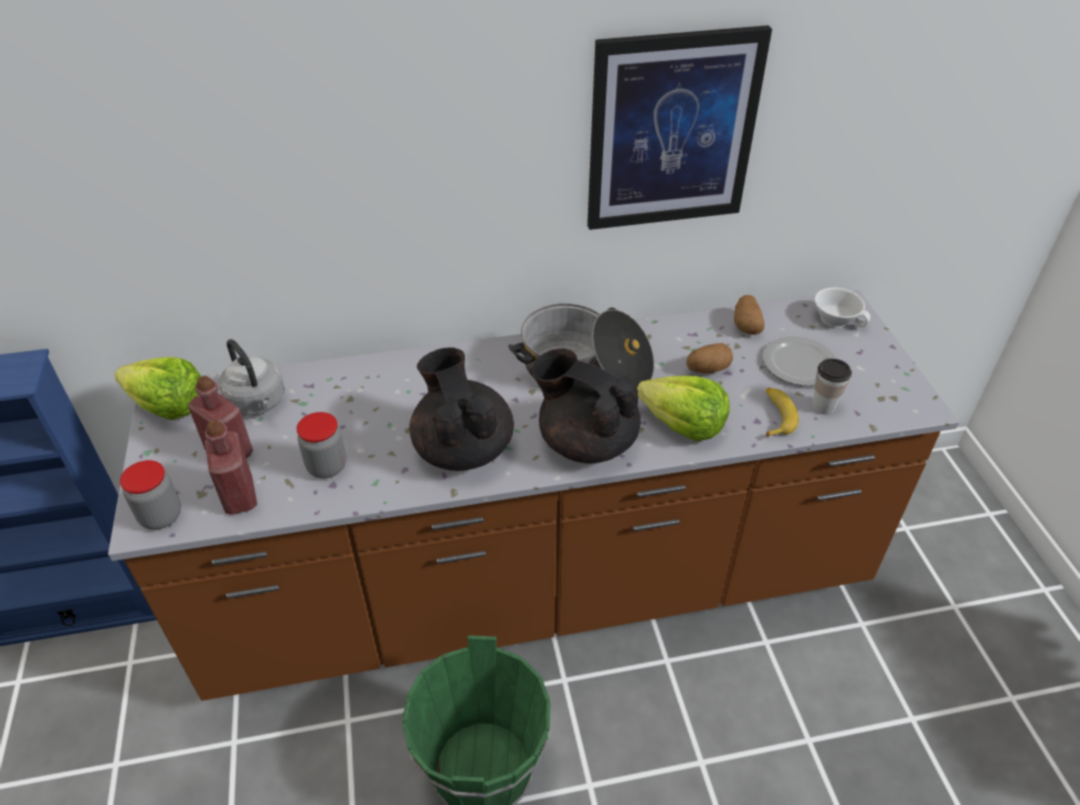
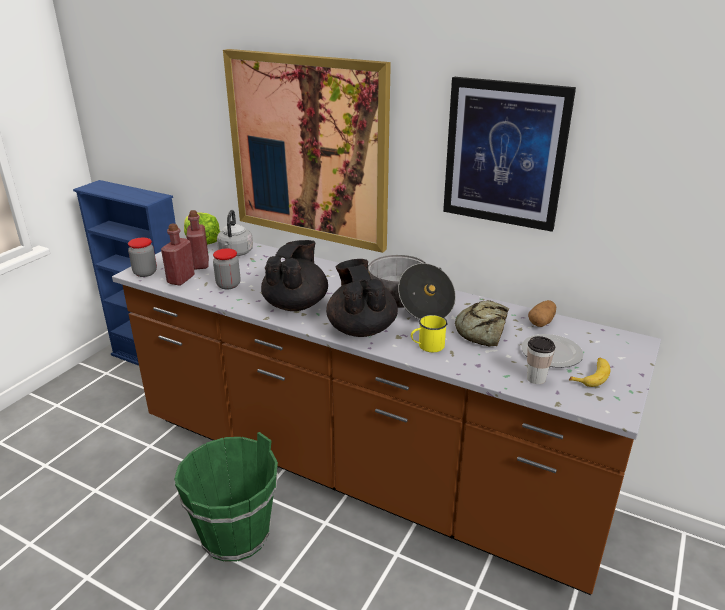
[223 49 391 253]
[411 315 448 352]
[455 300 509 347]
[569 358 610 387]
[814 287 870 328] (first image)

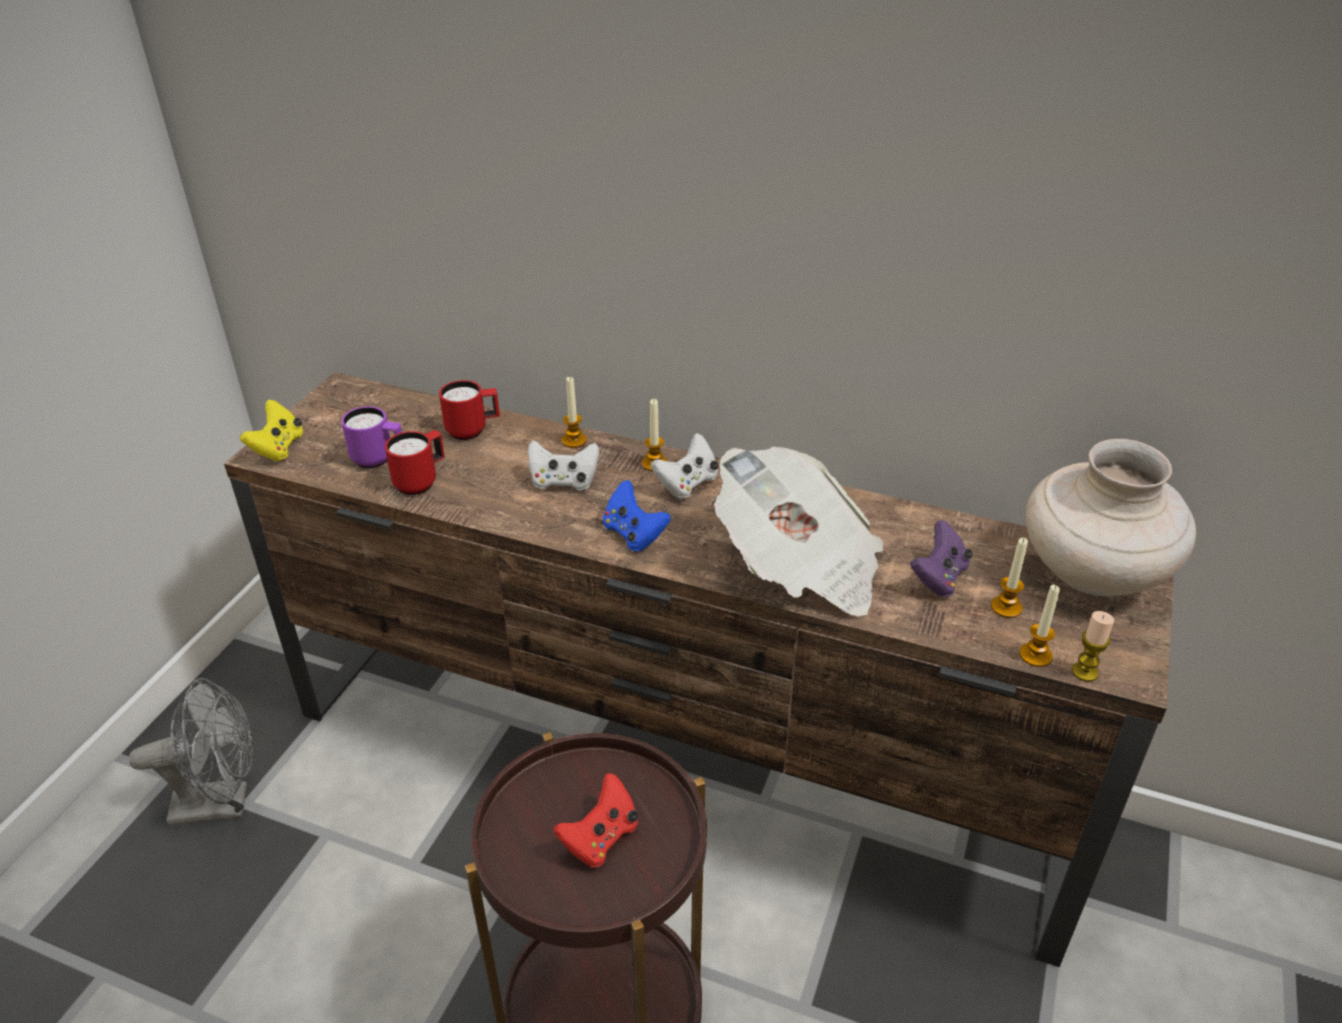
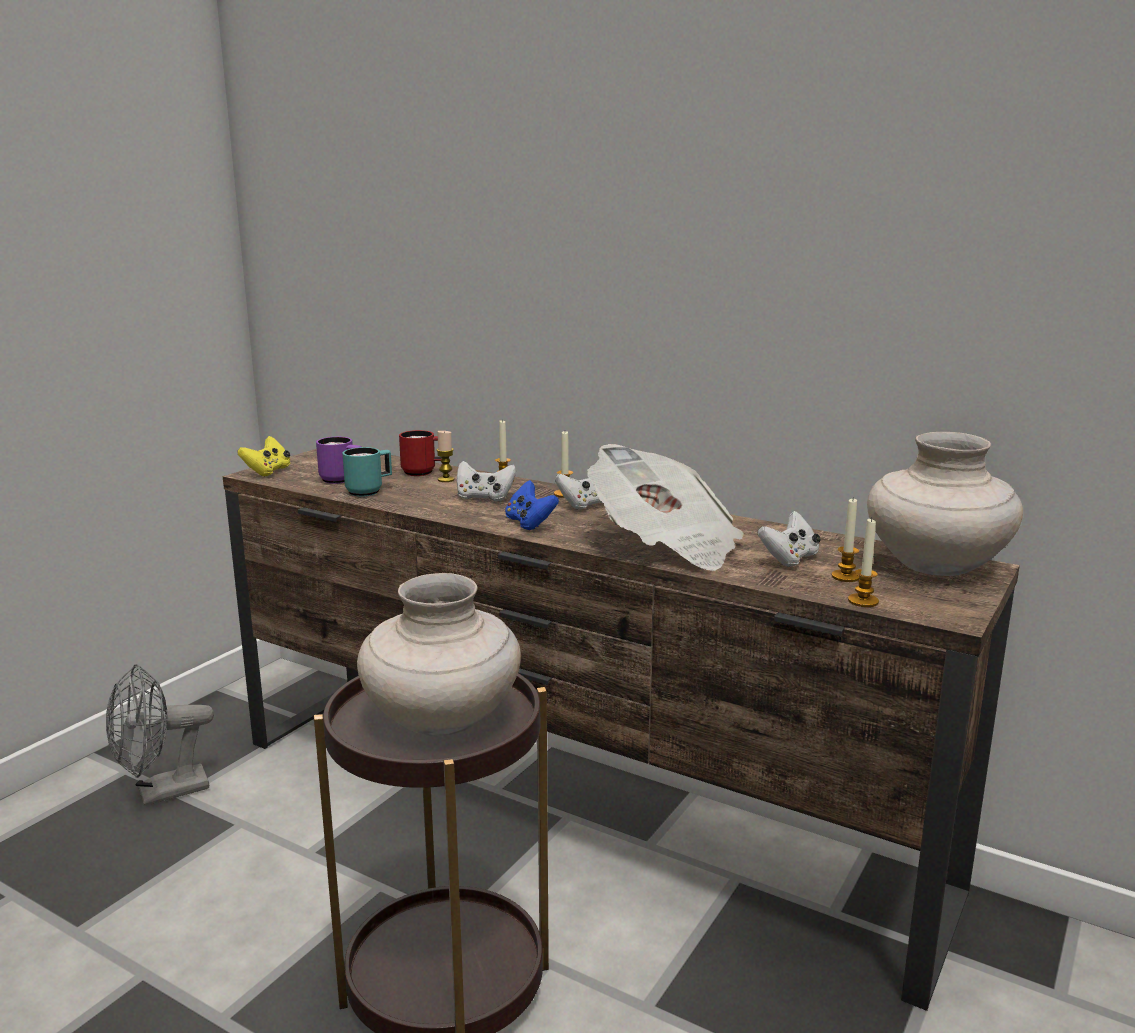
[106 664 214 806]
[343 447 392 497]
[357 573 521 736]
[436 430 455 482]
[757 511 821 567]

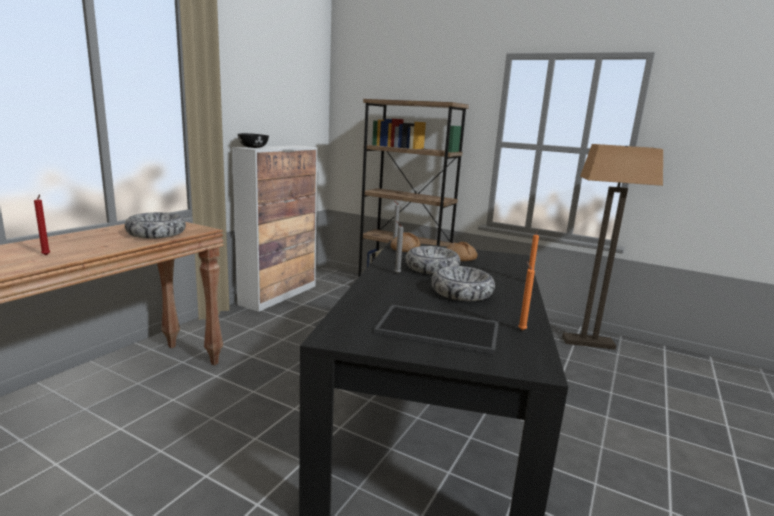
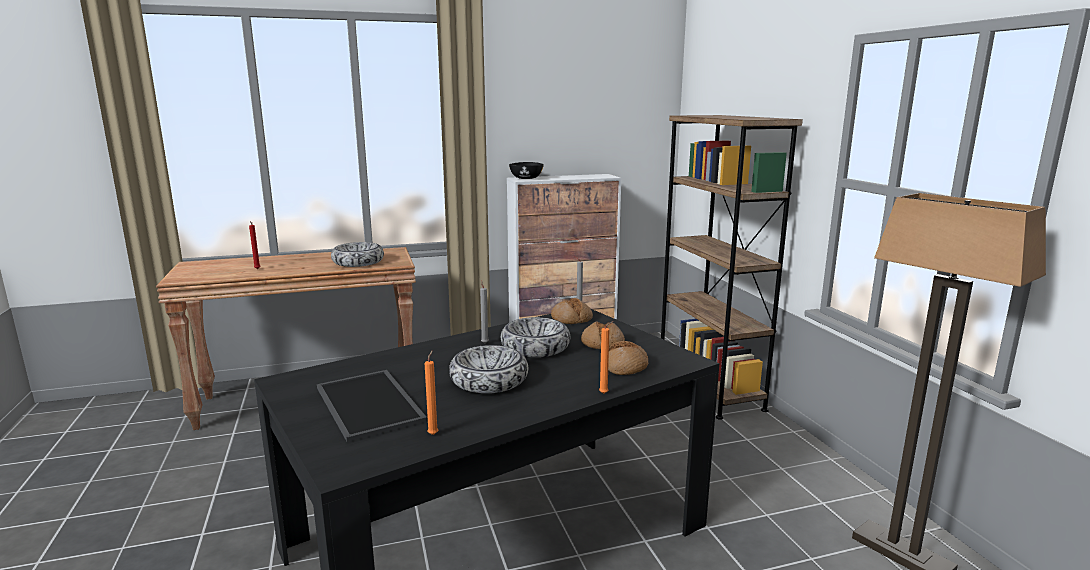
[608 341 648 375]

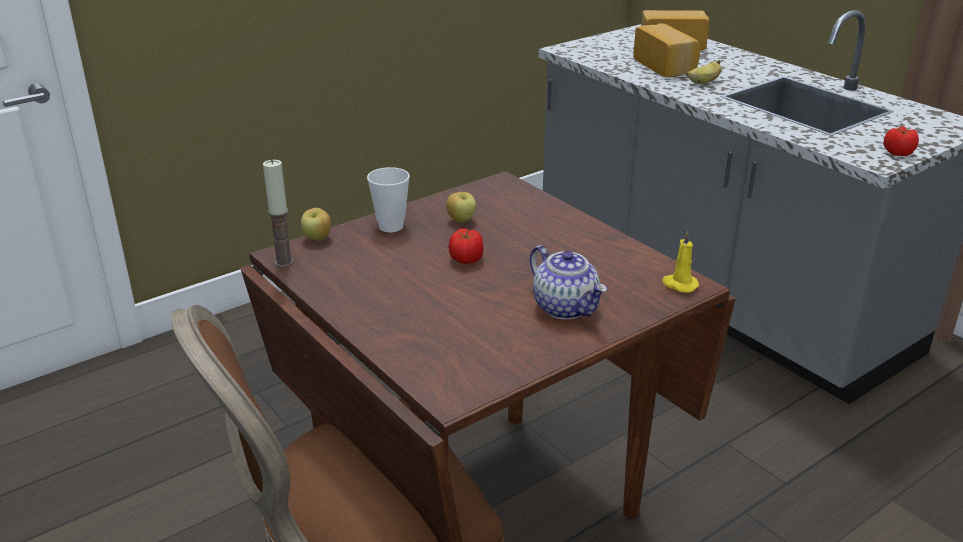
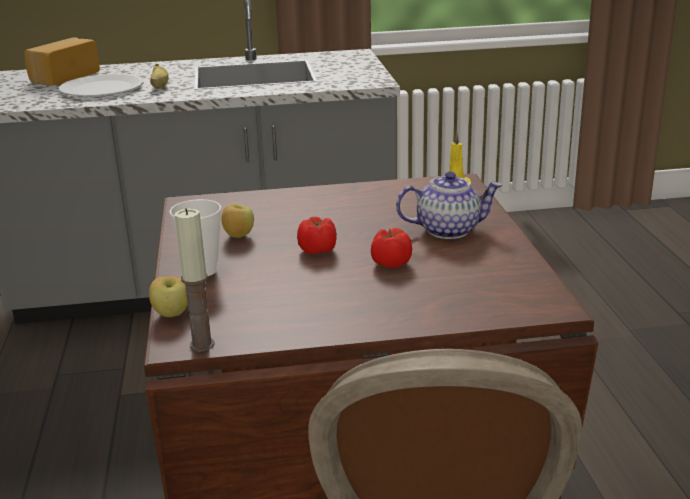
[59 74 144 97]
[371 228 412 268]

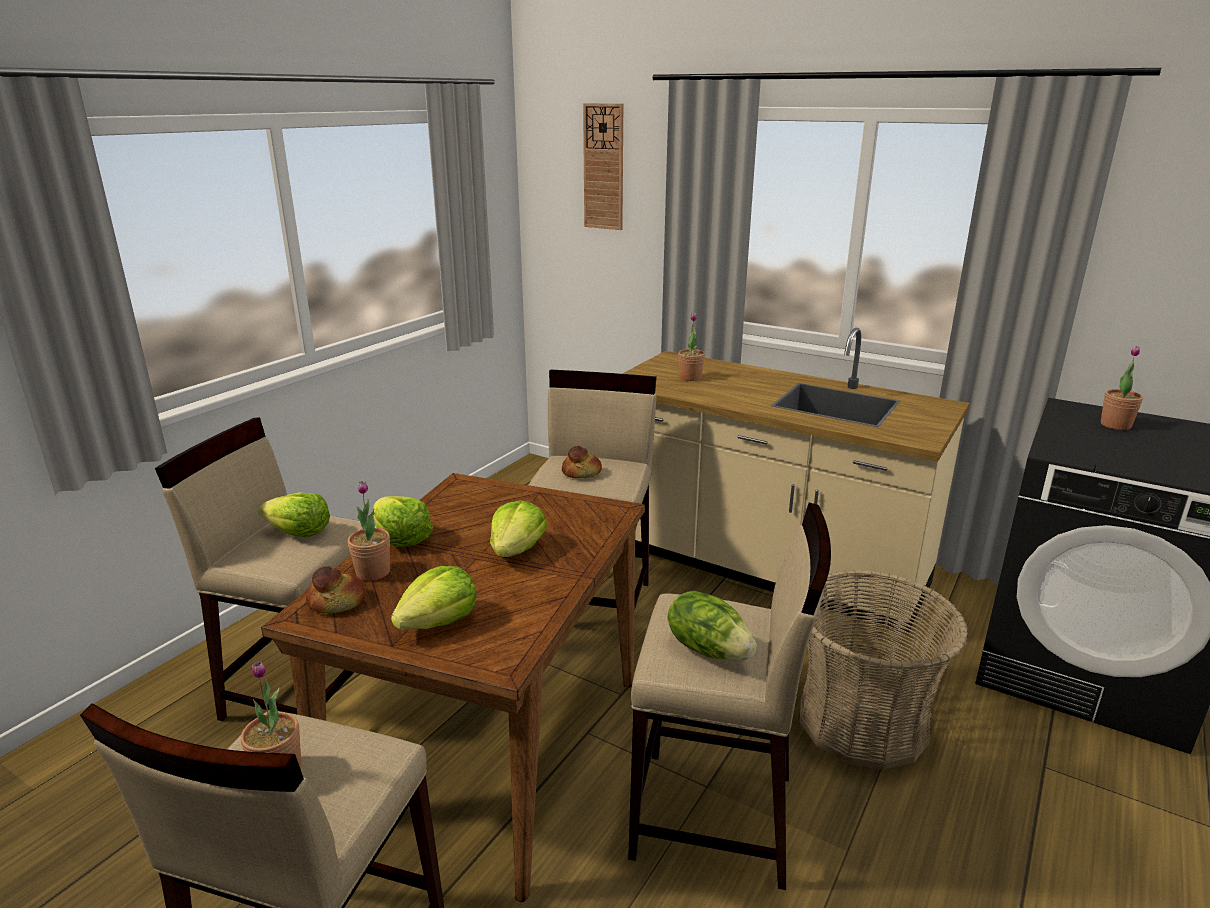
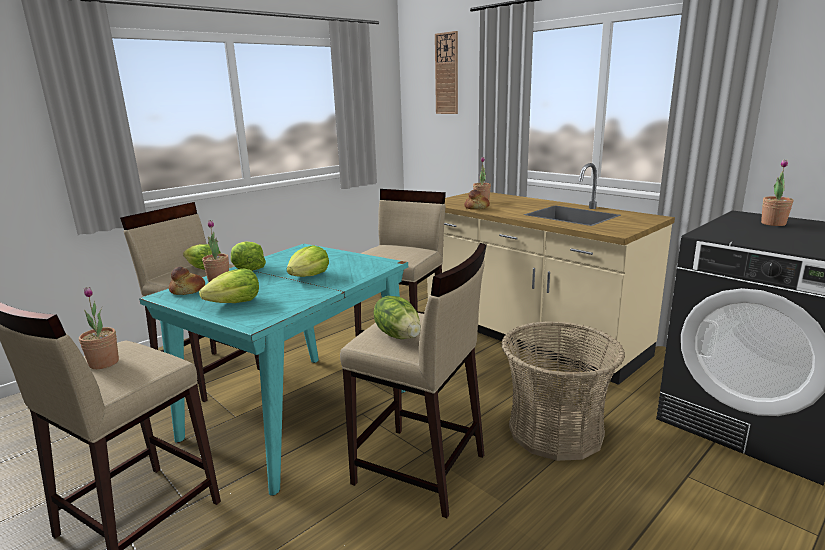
[139 244 408 496]
[465 189 490 209]

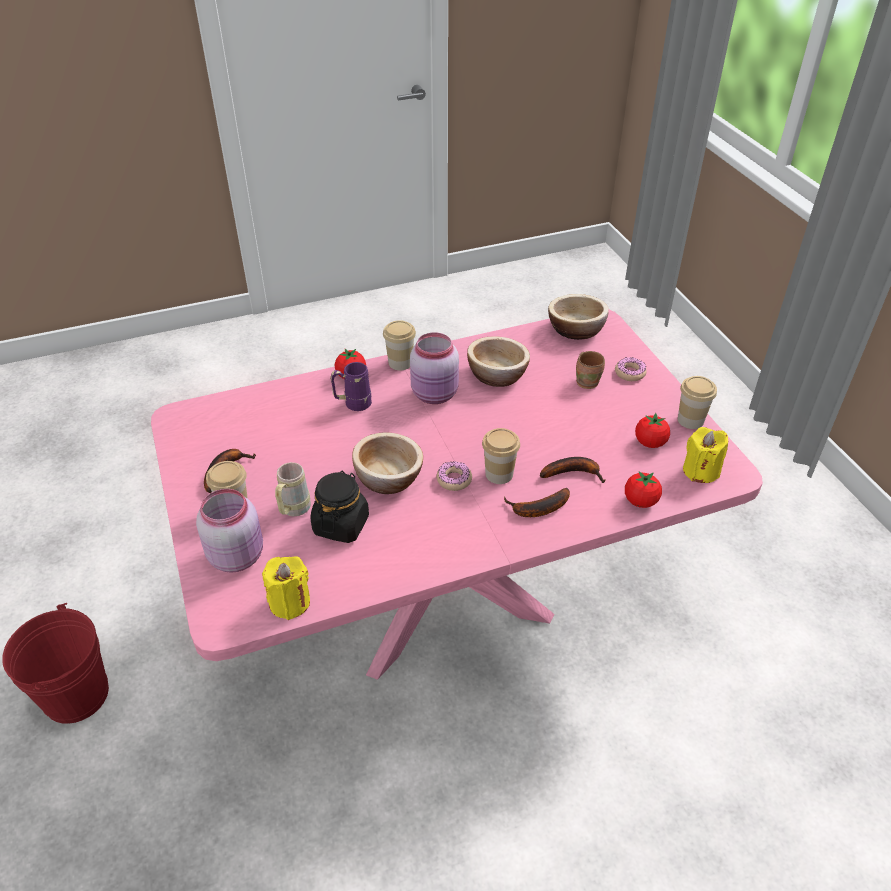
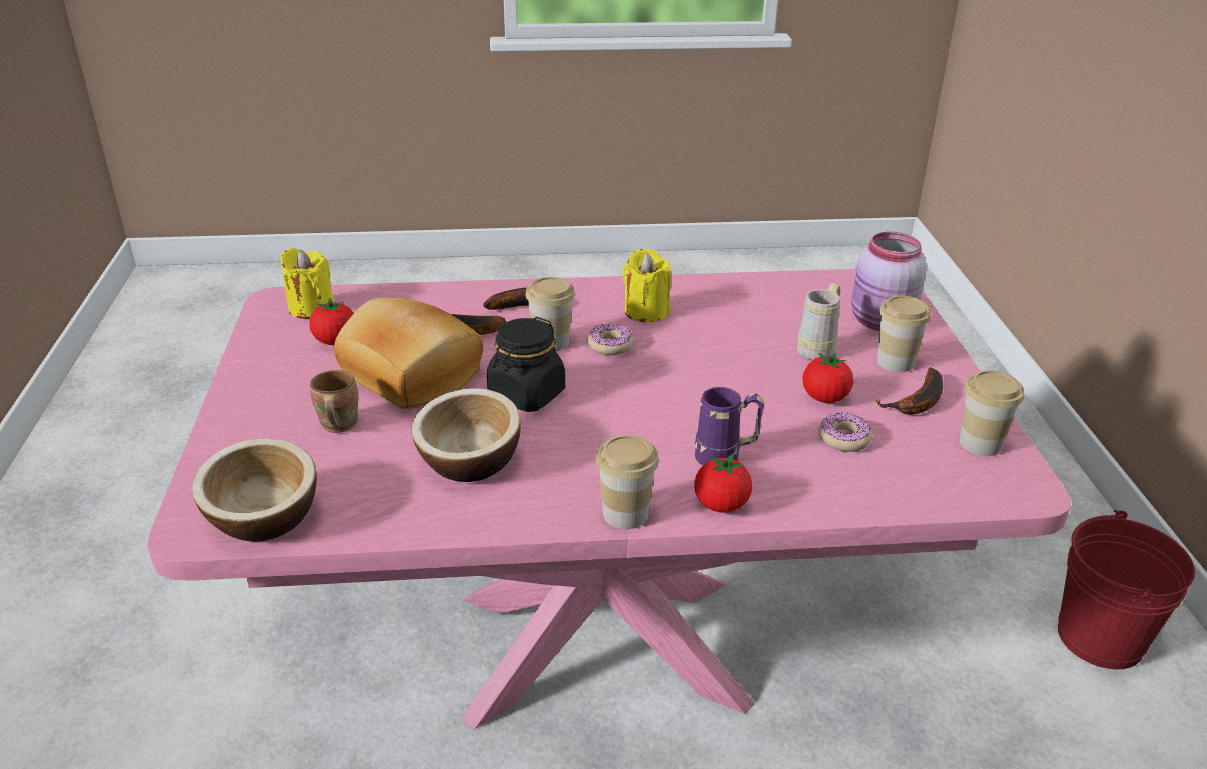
[334 298 483 409]
[487 317 565 412]
[623 249 671 323]
[803 352 853 403]
[819 412 873 452]
[959 370 1024 456]
[352 432 423 494] (first image)
[410 332 459 404] (first image)

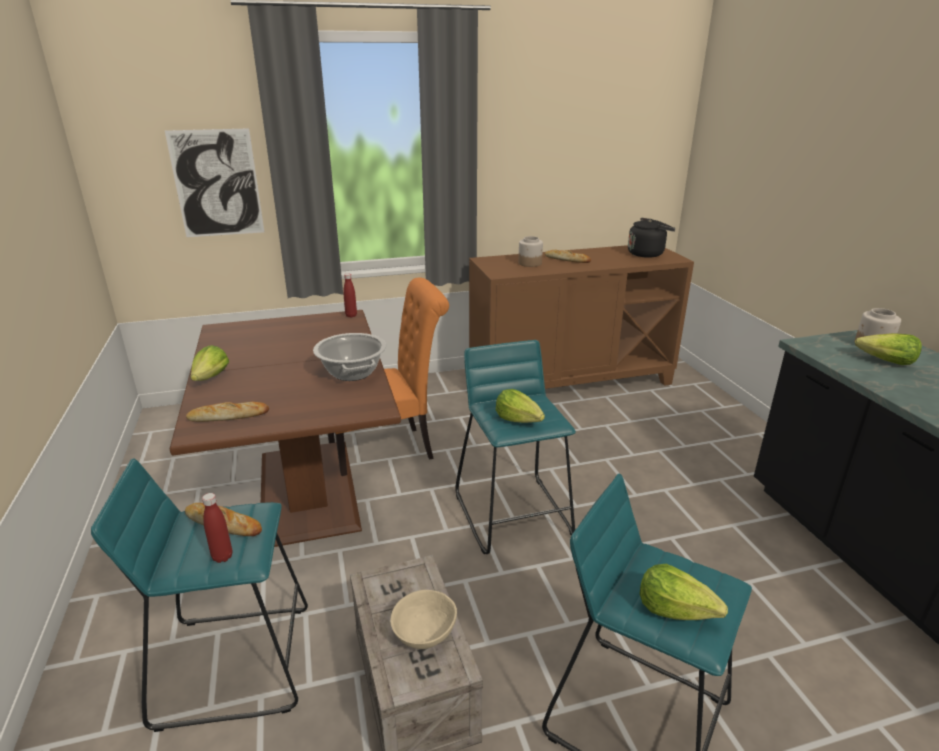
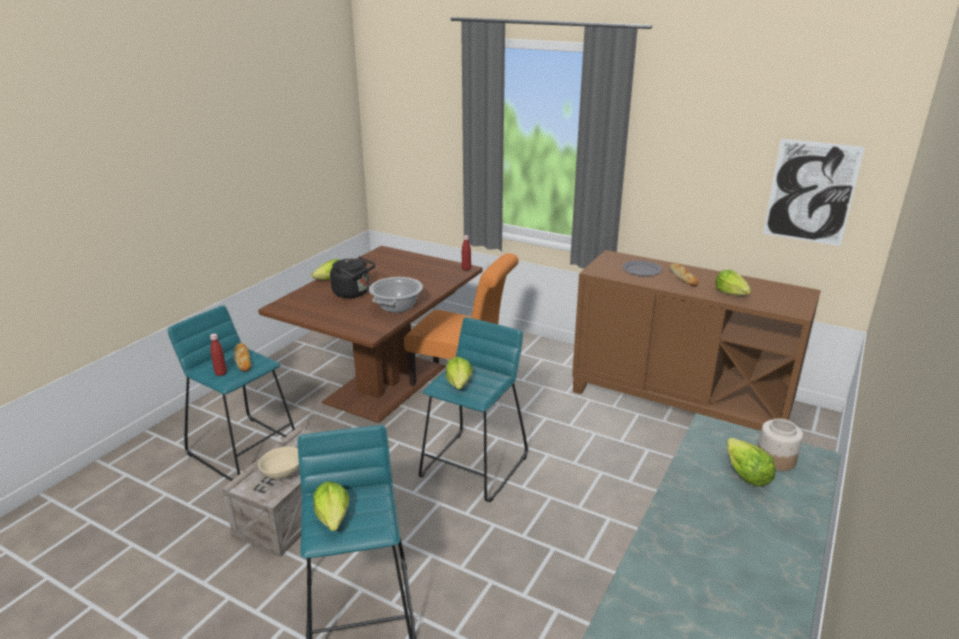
[330 256 375 298]
[622 260 662 276]
[715 270 751 295]
[763 138 865 246]
[186 402 269 422] (first image)

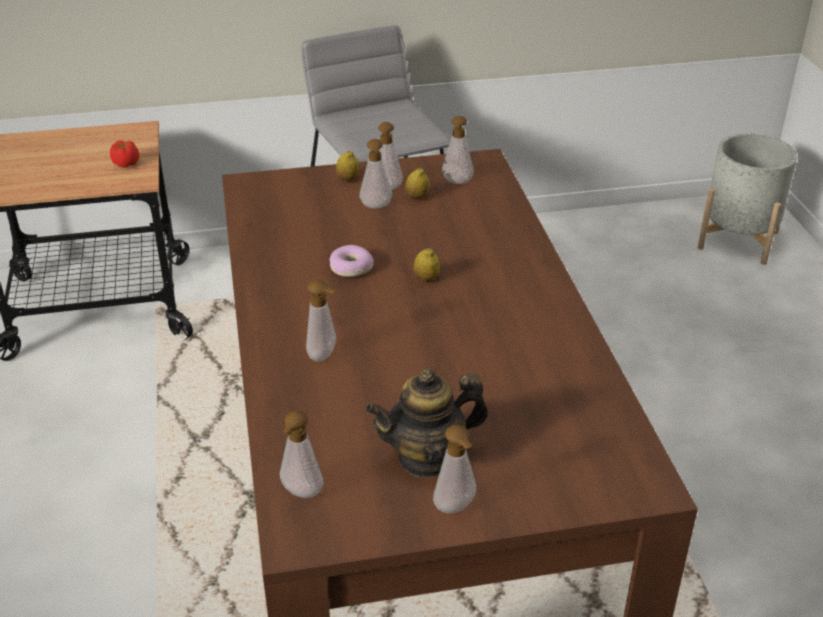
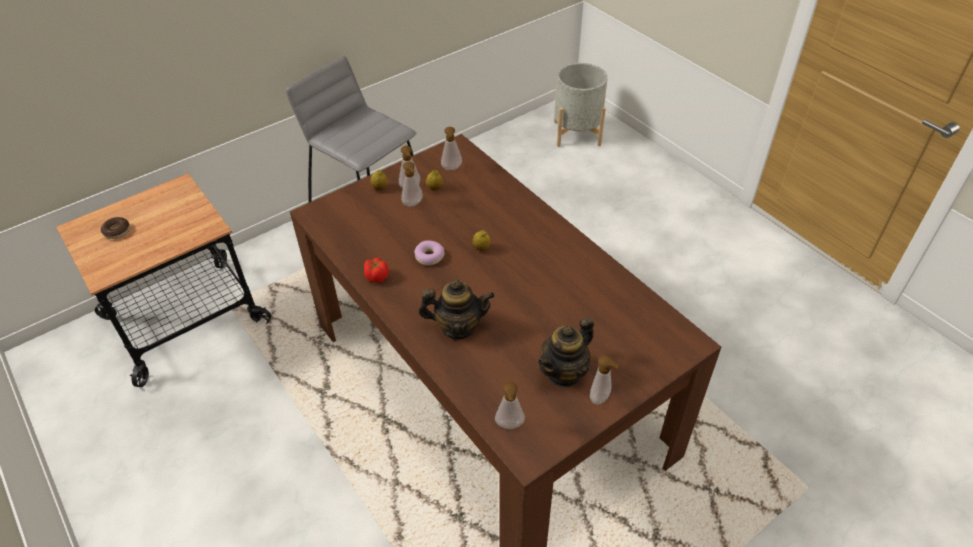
[101 217 130 239]
[364 258 389 283]
[418 280 495 340]

